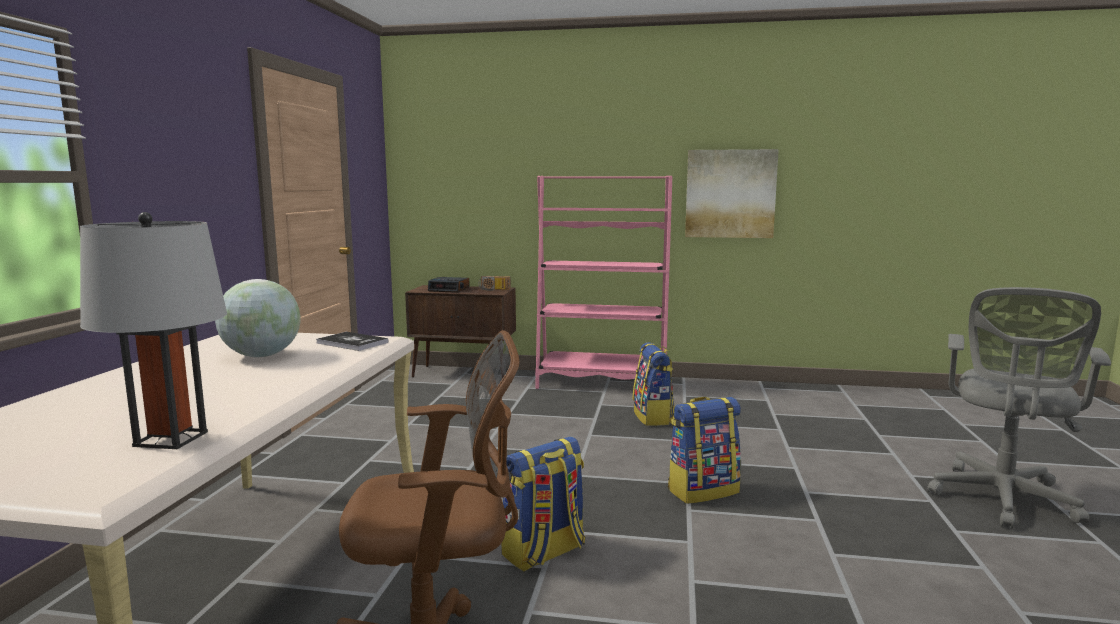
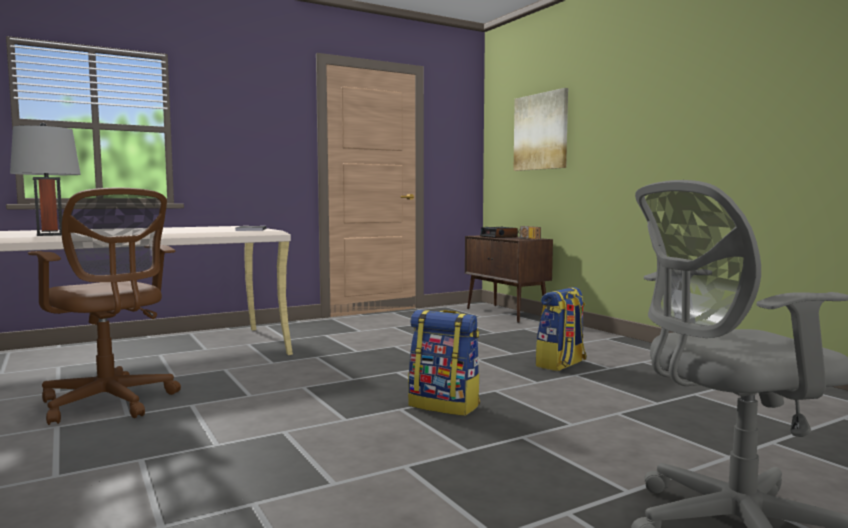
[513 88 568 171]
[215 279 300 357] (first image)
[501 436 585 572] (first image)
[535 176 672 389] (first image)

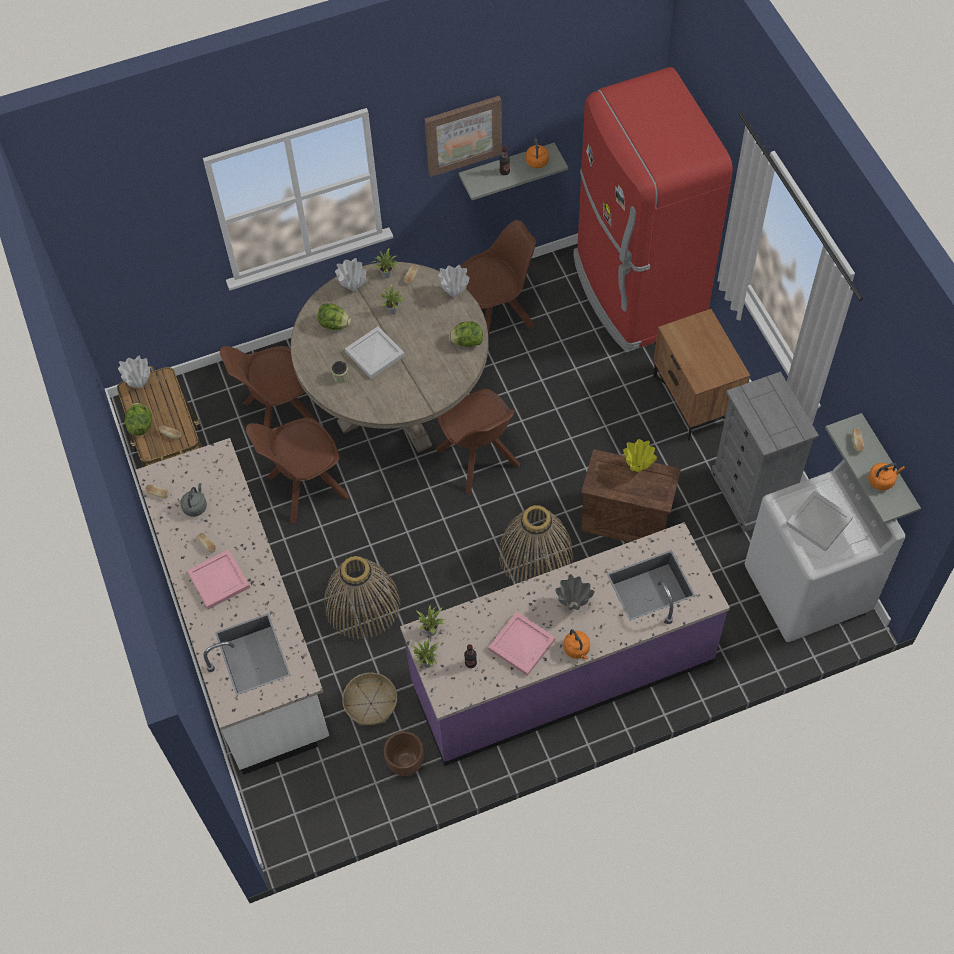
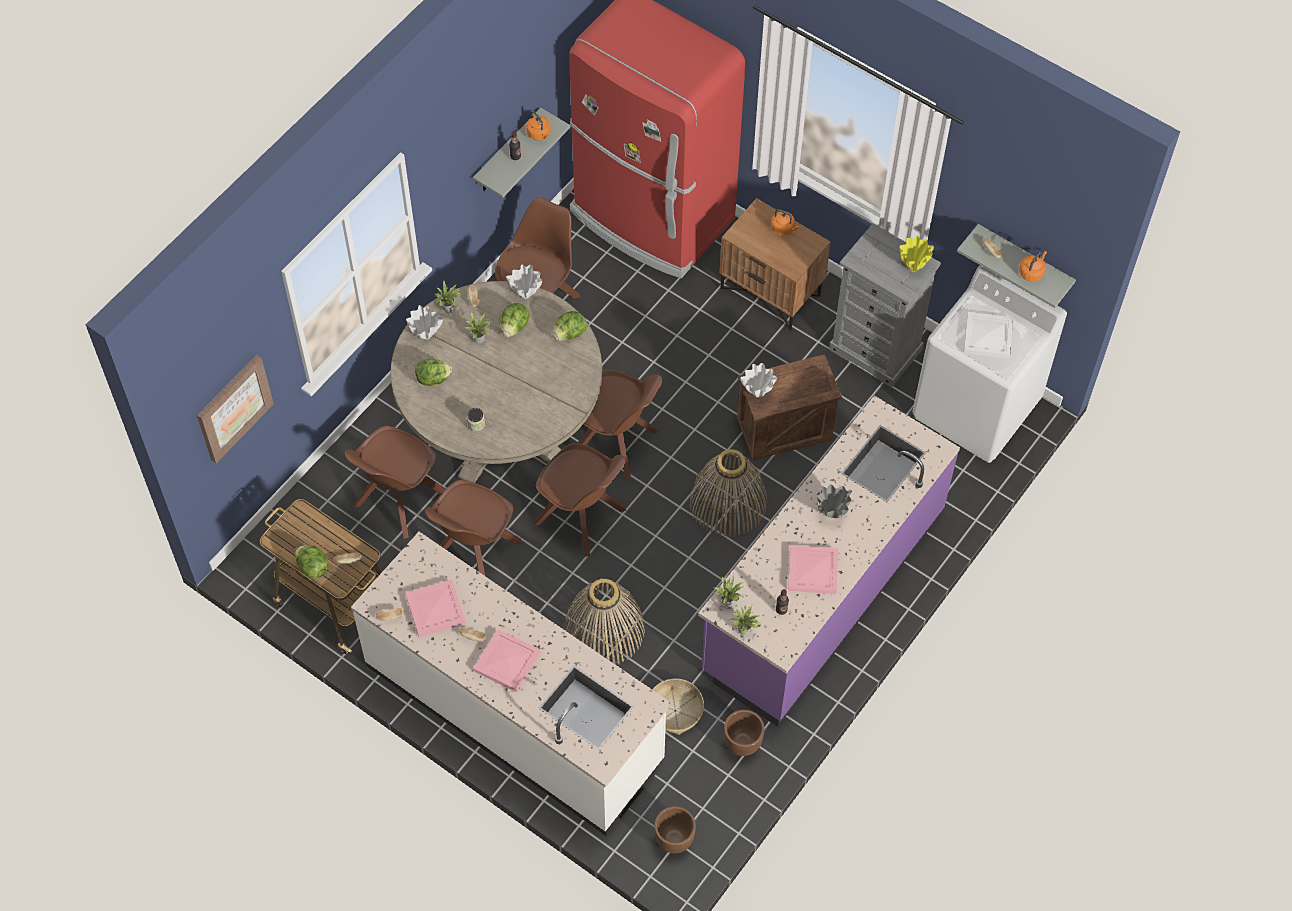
[197 355 274 463]
[405 579 466 637]
[499 303 531 337]
[533 443 626 557]
[654 806 696 853]
[740 363 777 397]
[771 209 800 235]
[899 235 934 272]
[345 326 405 379] (first image)

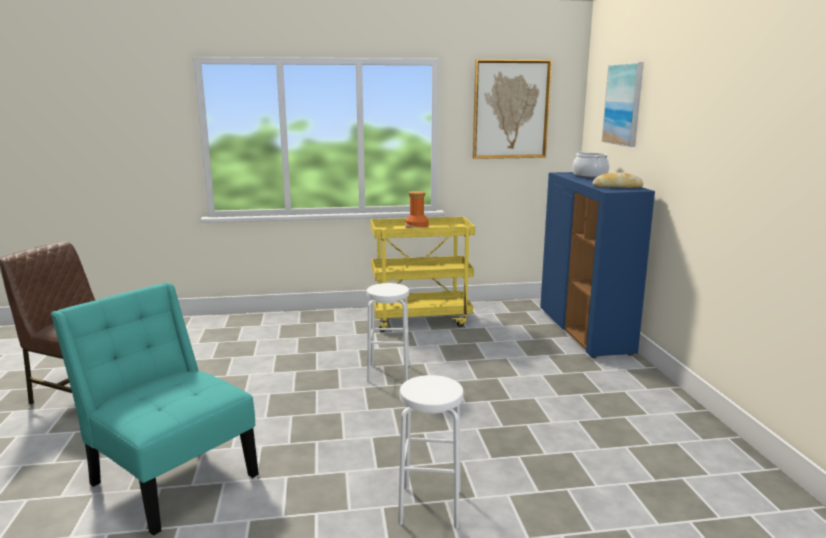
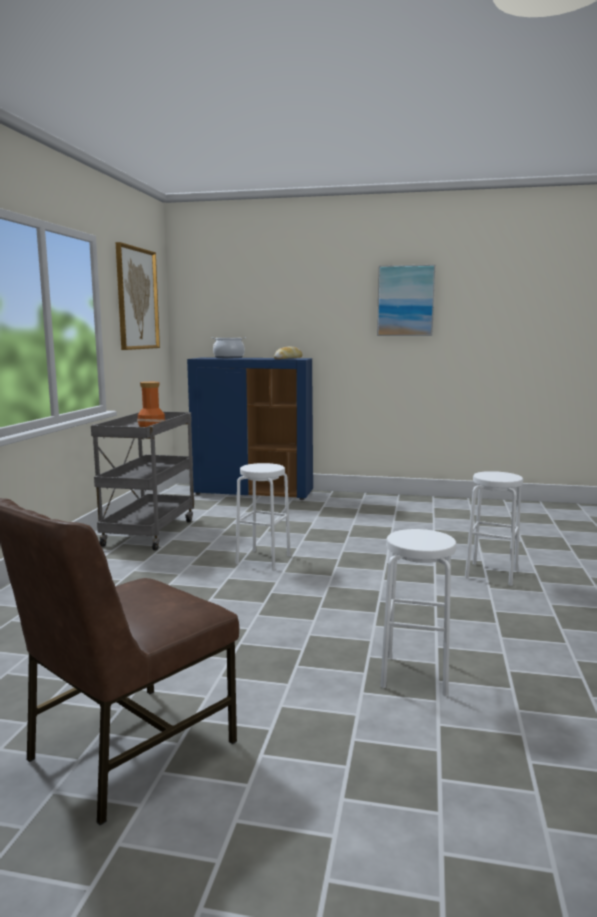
[91 412 194 550]
[377 264 435 336]
[380 529 456 697]

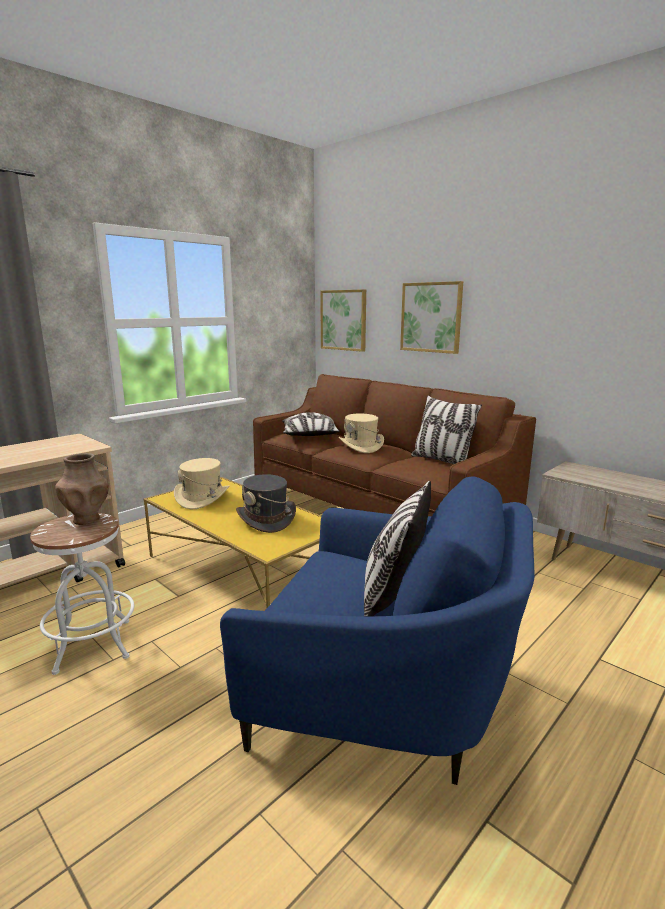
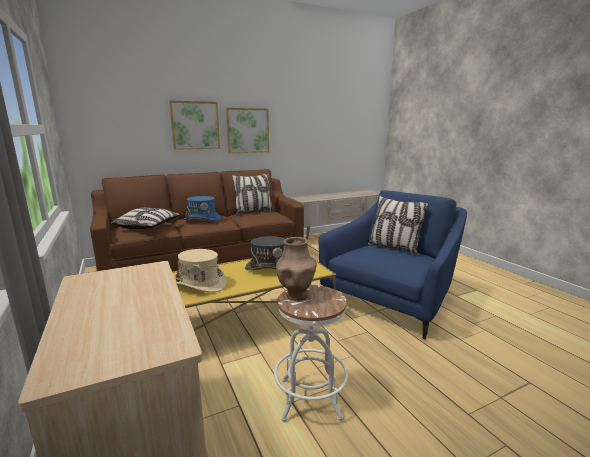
[183 196 221 221]
[226 108 269 153]

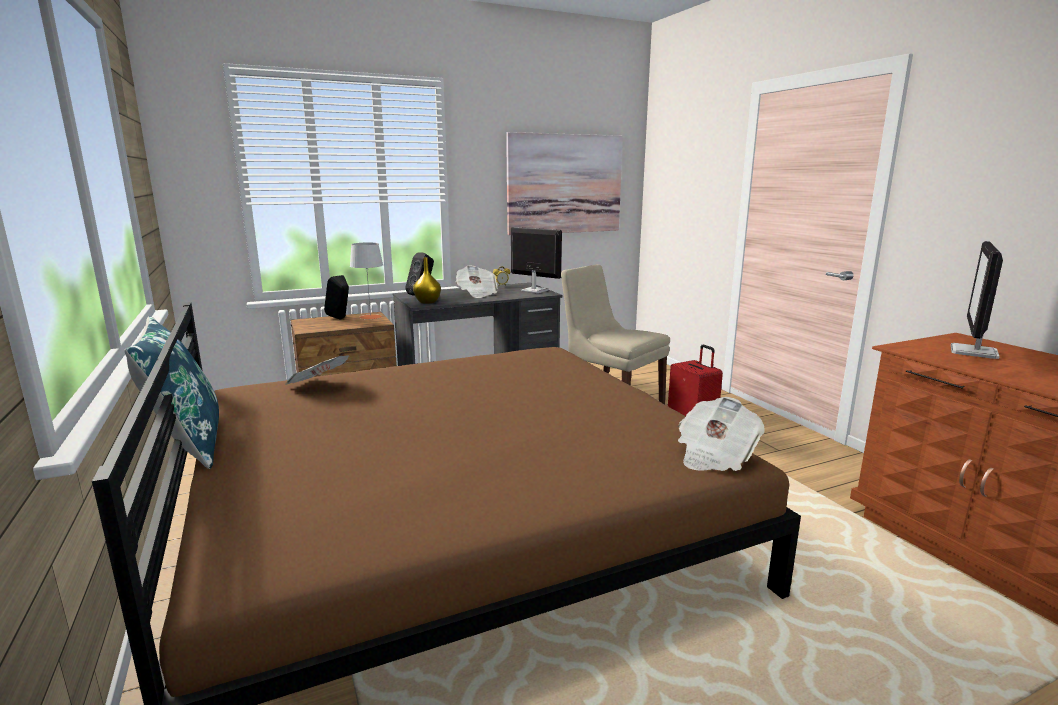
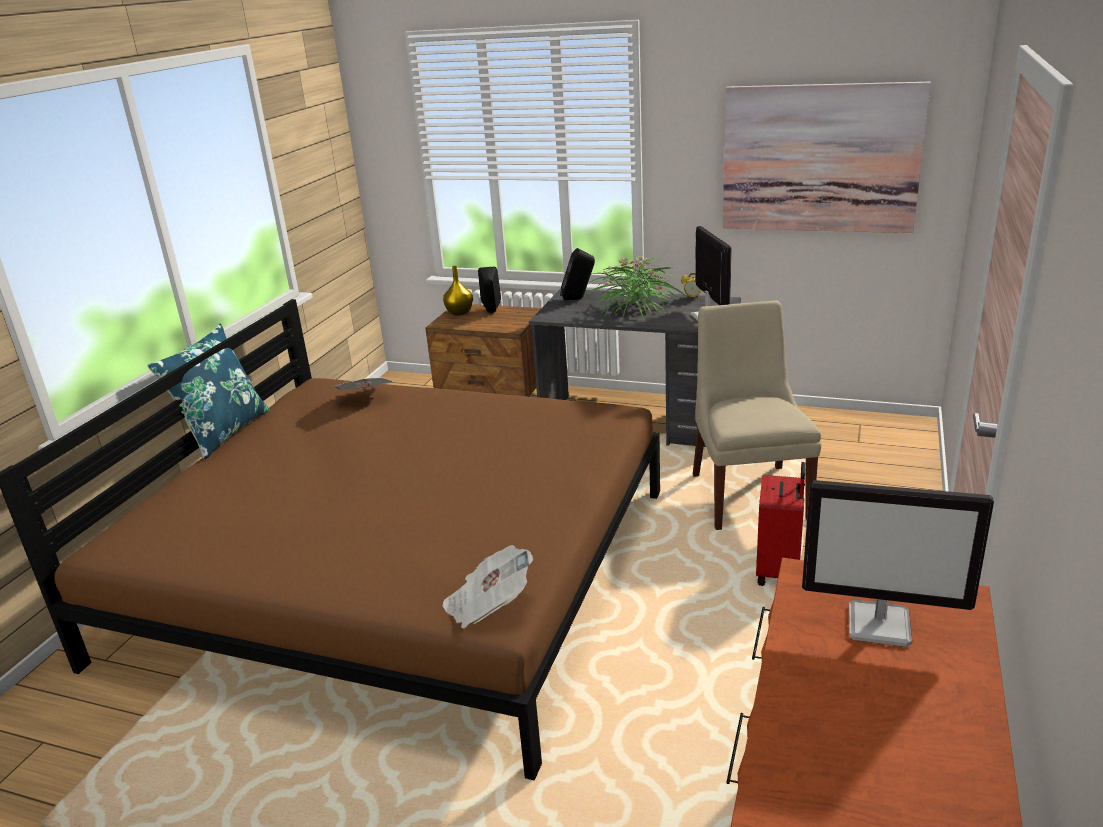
[443 266 473 315]
[584 256 684 317]
[802 480 994 647]
[350 242 383 320] (first image)

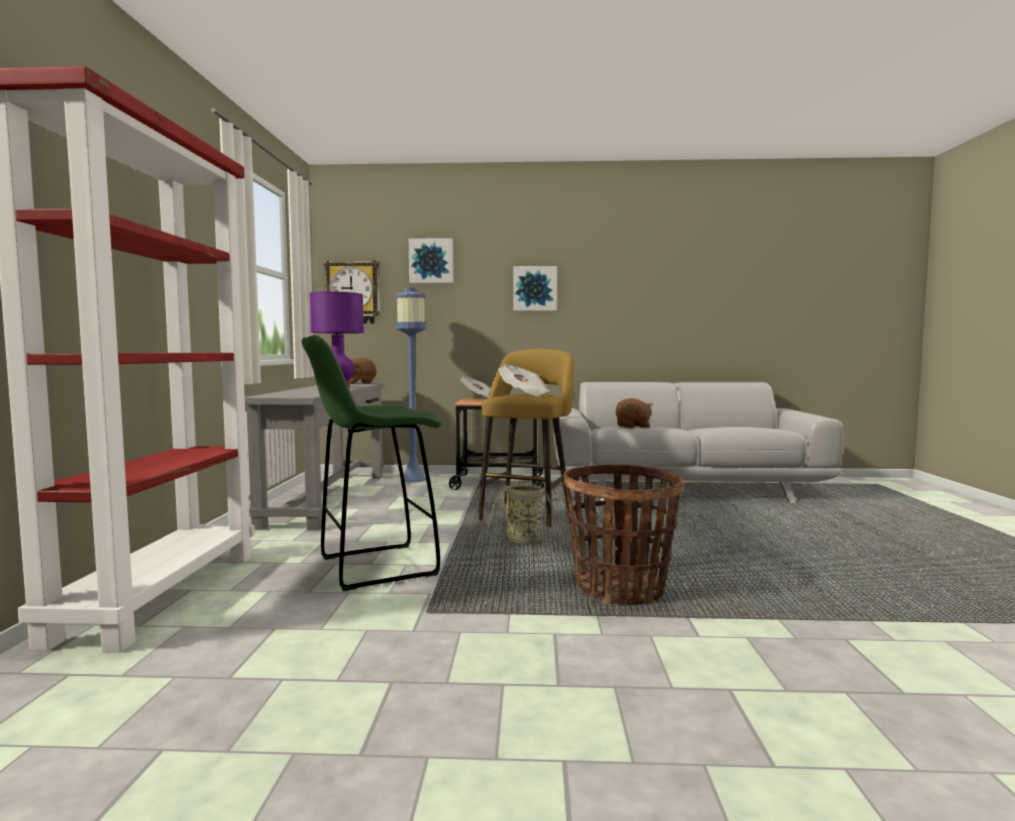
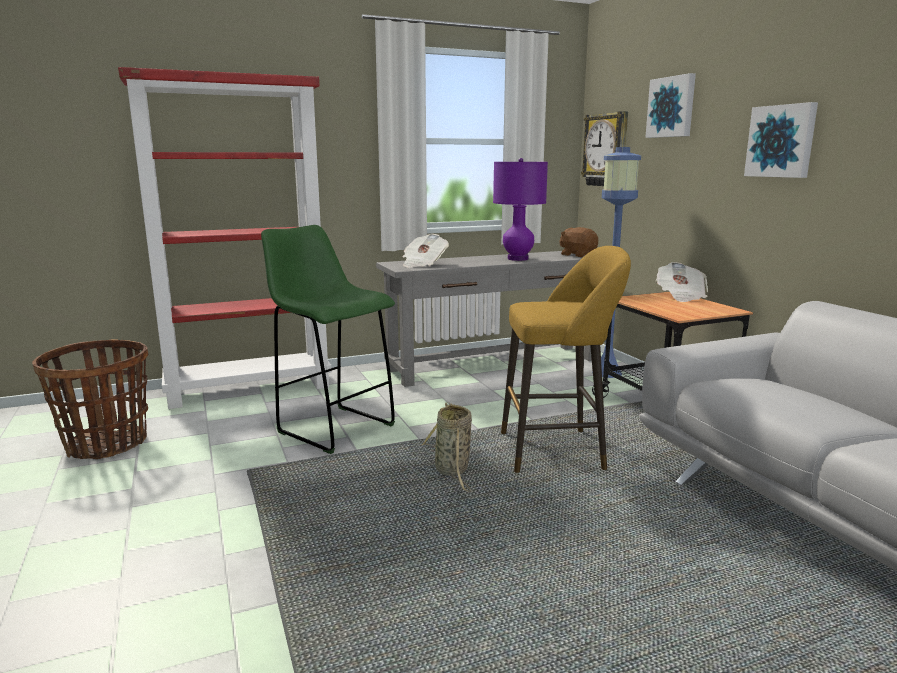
[32 339 148 459]
[402 234 449 268]
[616 398 653 428] (first image)

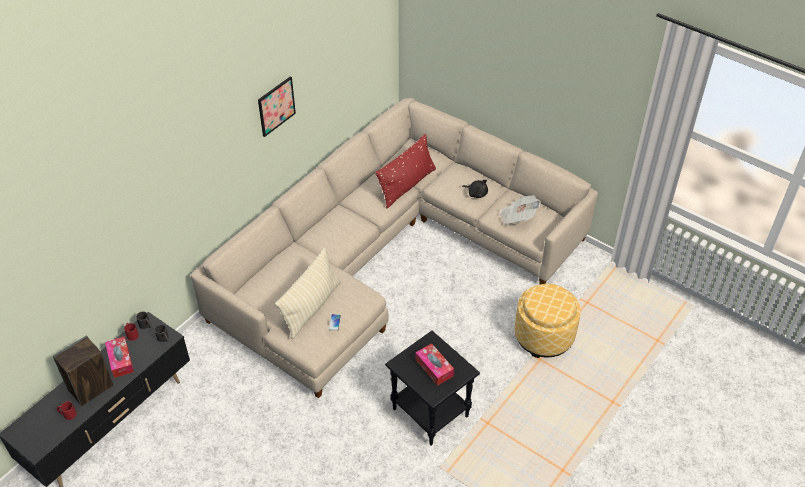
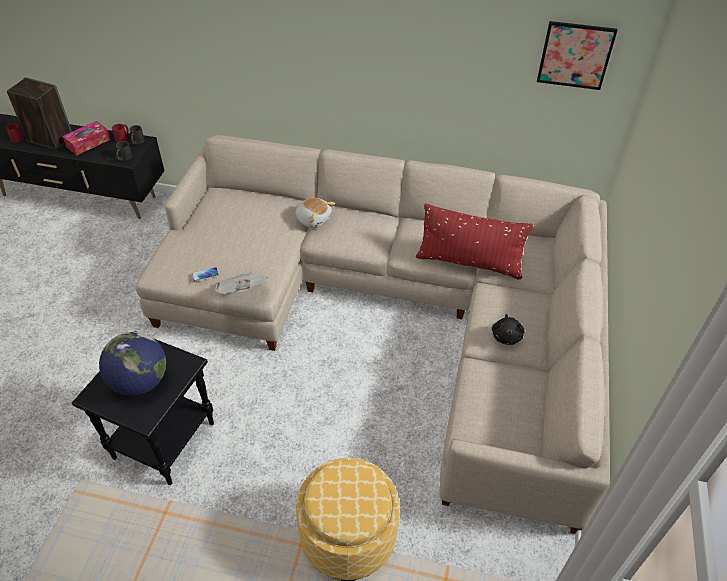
[99 332 166 396]
[215 271 268 294]
[296 198 335 228]
[537 21 618 90]
[275 248 341 339] (first image)

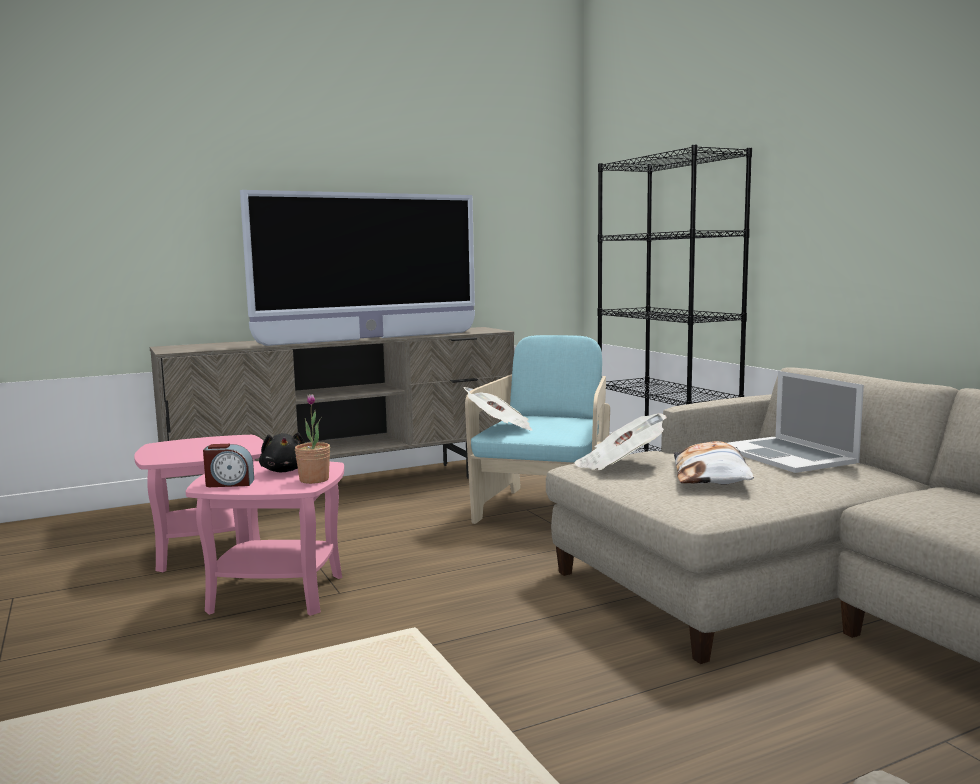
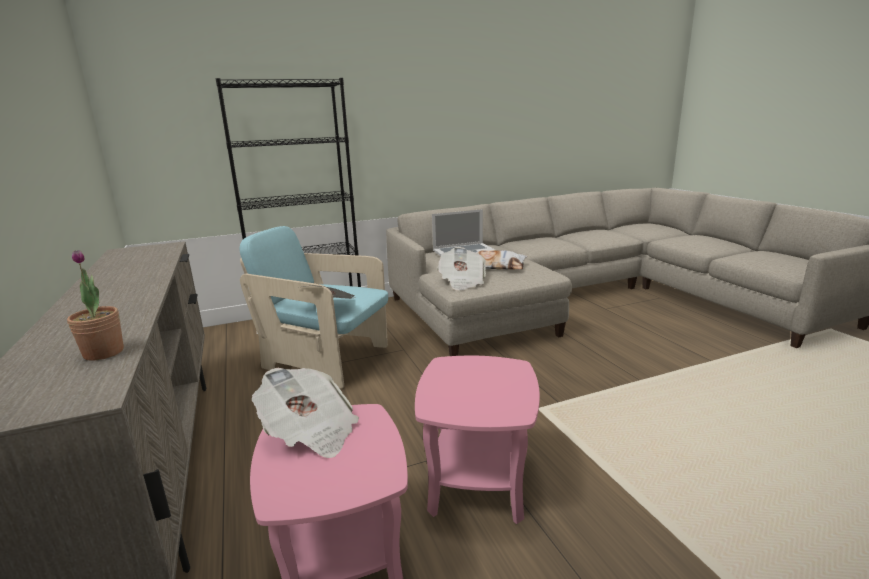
[67 250 124 361]
[252 368 359 458]
[203 444 254 487] (first image)
[240 190 475 346] (first image)
[259 433 305 472] (first image)

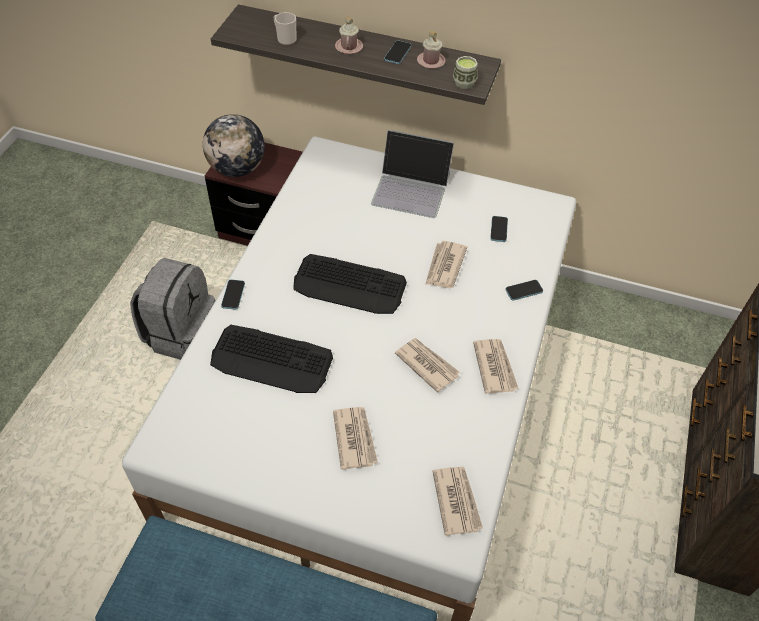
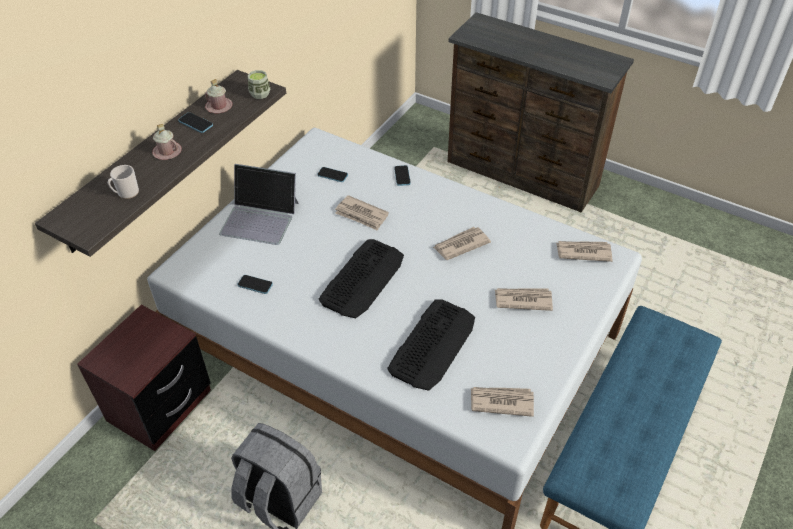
[219 164 299 245]
[237 275 273 294]
[471 387 534 417]
[203 114 265 177] (first image)

